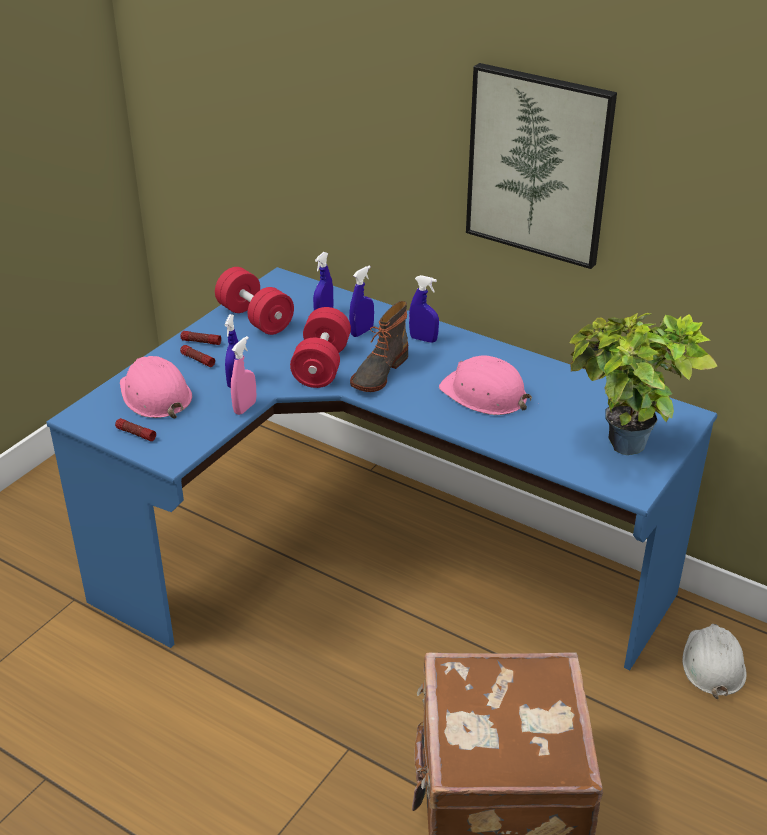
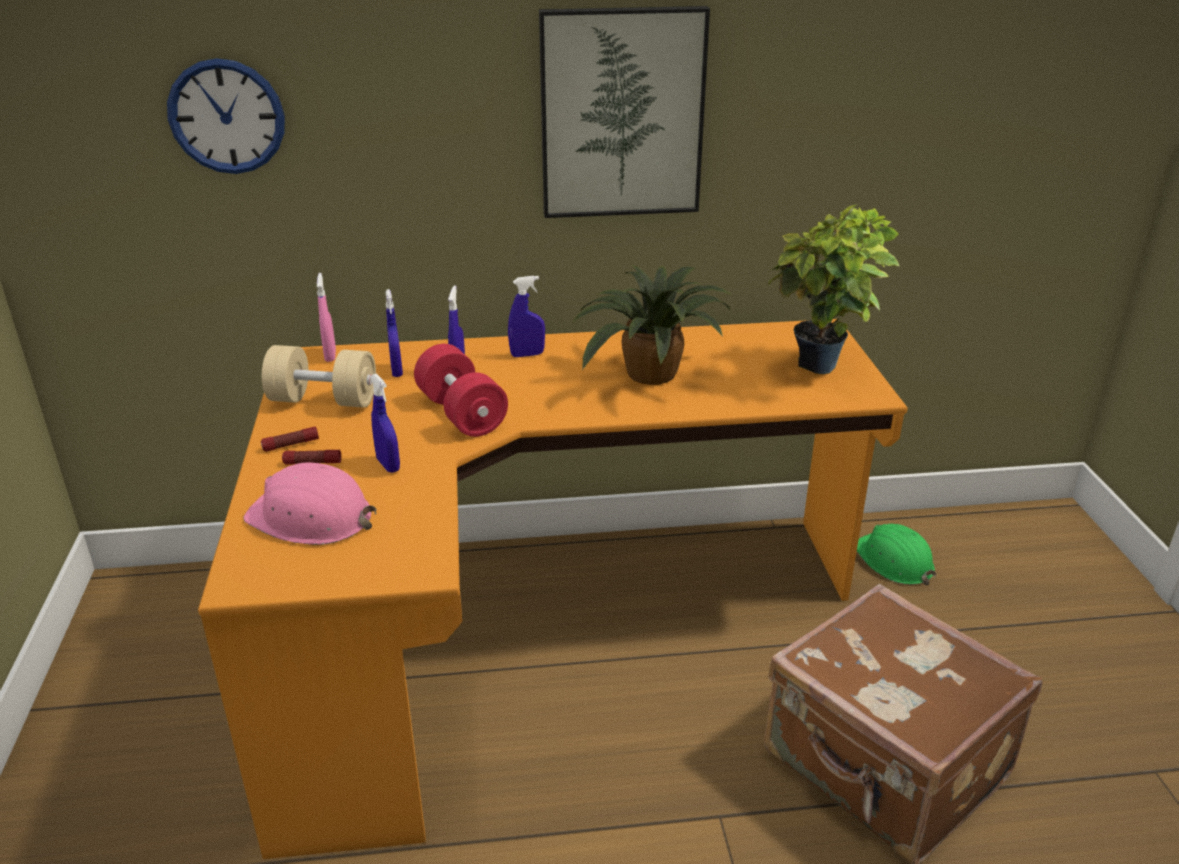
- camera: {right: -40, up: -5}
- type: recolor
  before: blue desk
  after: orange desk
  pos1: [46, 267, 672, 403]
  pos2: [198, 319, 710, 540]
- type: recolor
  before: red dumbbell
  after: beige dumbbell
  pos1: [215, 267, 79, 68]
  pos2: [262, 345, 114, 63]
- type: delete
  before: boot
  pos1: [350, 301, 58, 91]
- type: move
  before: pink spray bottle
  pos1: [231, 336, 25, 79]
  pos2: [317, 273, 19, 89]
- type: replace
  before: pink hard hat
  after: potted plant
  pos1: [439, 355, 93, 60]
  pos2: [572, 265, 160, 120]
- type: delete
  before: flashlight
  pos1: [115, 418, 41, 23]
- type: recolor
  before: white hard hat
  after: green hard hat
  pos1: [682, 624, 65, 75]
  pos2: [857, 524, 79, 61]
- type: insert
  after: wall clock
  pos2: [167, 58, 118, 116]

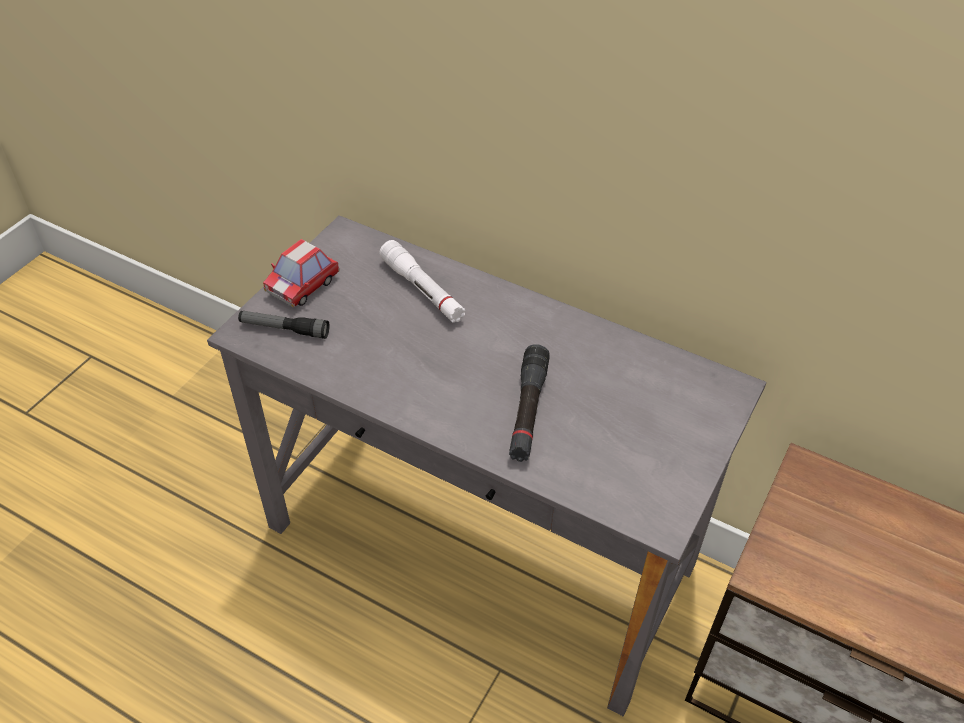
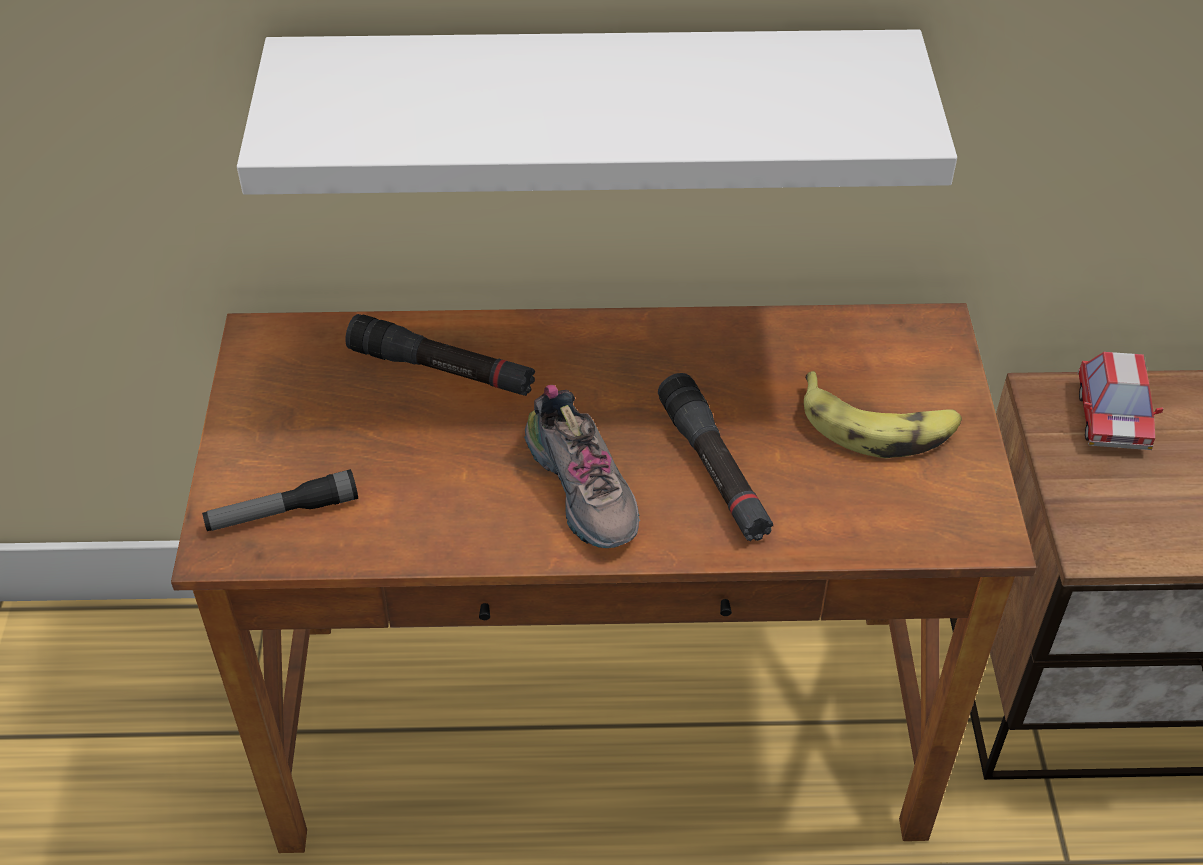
- camera: {right: -30, up: 0}
- type: recolor
  before: grey desk
  after: brown desk
  pos1: [207, 215, 560, 501]
  pos2: [171, 303, 866, 550]
- type: move
  before: toy car
  pos1: [263, 239, 77, 68]
  pos2: [1077, 352, 87, 98]
- type: recolor
  before: white flashlight
  after: black flashlight
  pos1: [379, 240, 86, 83]
  pos2: [345, 314, 190, 82]
- type: insert
  after: white shelf
  pos2: [237, 29, 720, 166]
- type: insert
  after: banana
  pos2: [804, 371, 158, 87]
- type: insert
  after: shoe
  pos2: [524, 385, 116, 163]

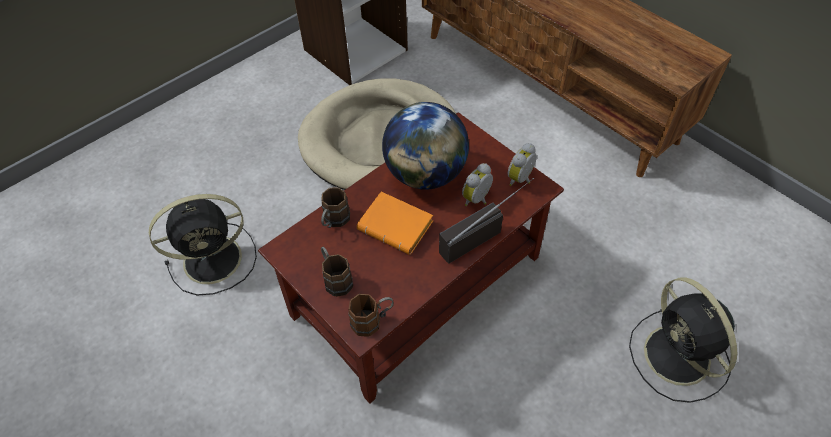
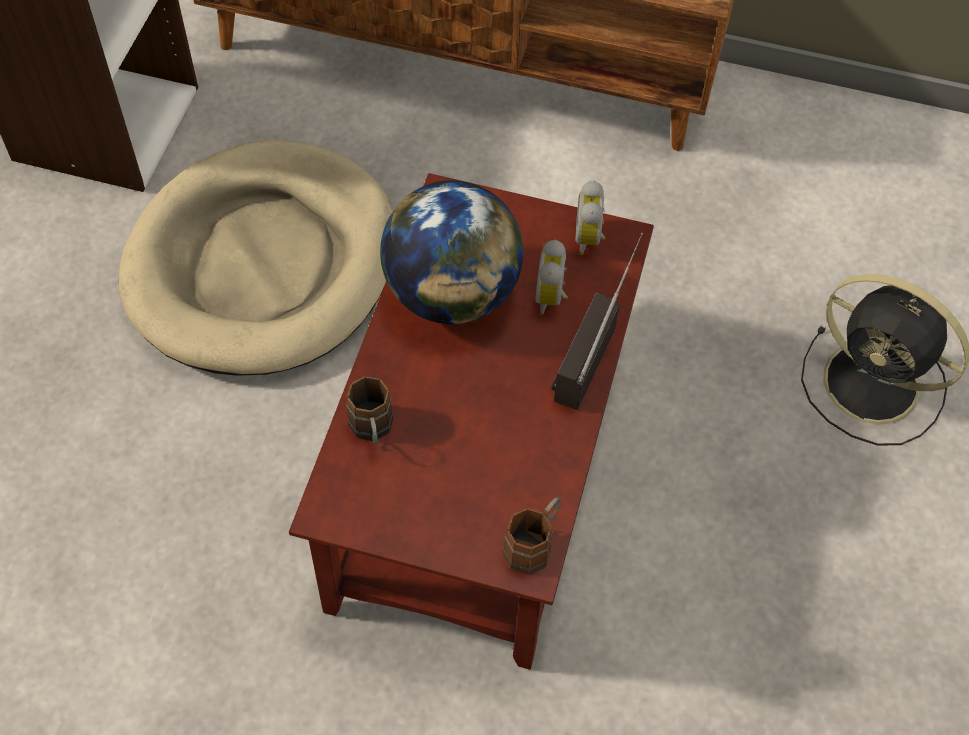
- camera: {right: -35, up: 5}
- type: delete
  before: orange book
  pos1: [357, 192, 76, 63]
- type: delete
  before: black fan
  pos1: [149, 194, 108, 102]
- type: delete
  before: brown mug
  pos1: [321, 246, 32, 51]

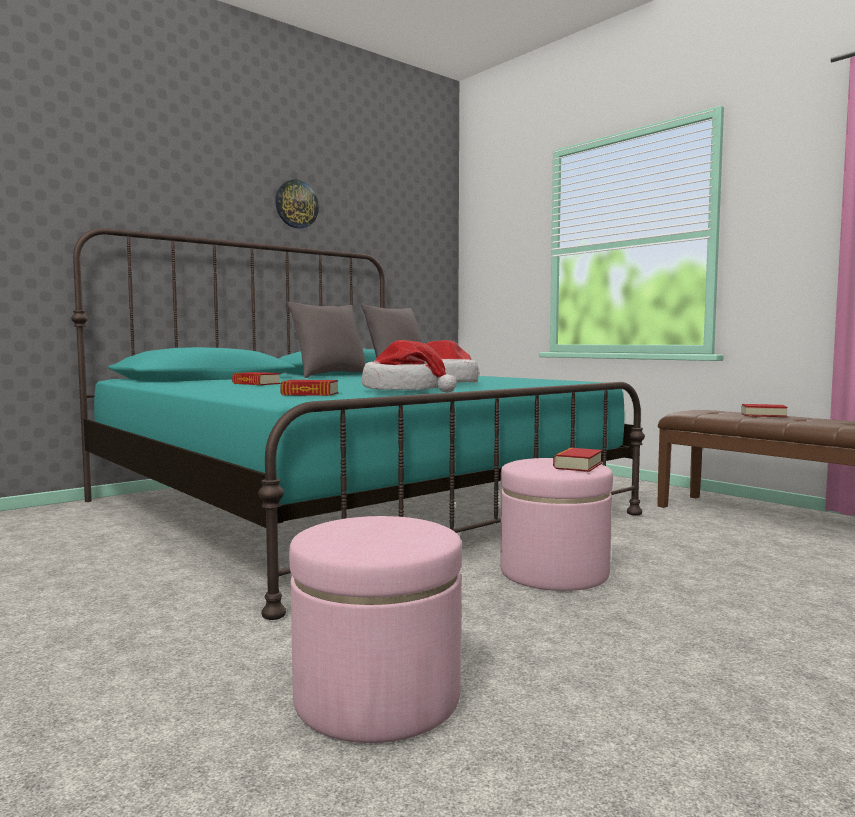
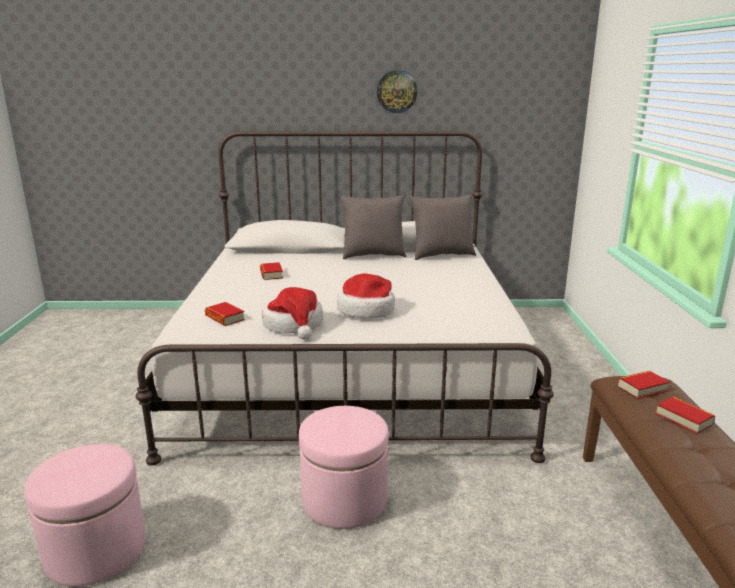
- camera: {right: 40, up: 15}
- type: recolor
  before: turquoise bed
  after: white bed
  pos1: [71, 228, 574, 392]
  pos2: [136, 131, 418, 334]
- type: move
  before: book
  pos1: [553, 448, 50, 24]
  pos2: [617, 371, 53, 28]

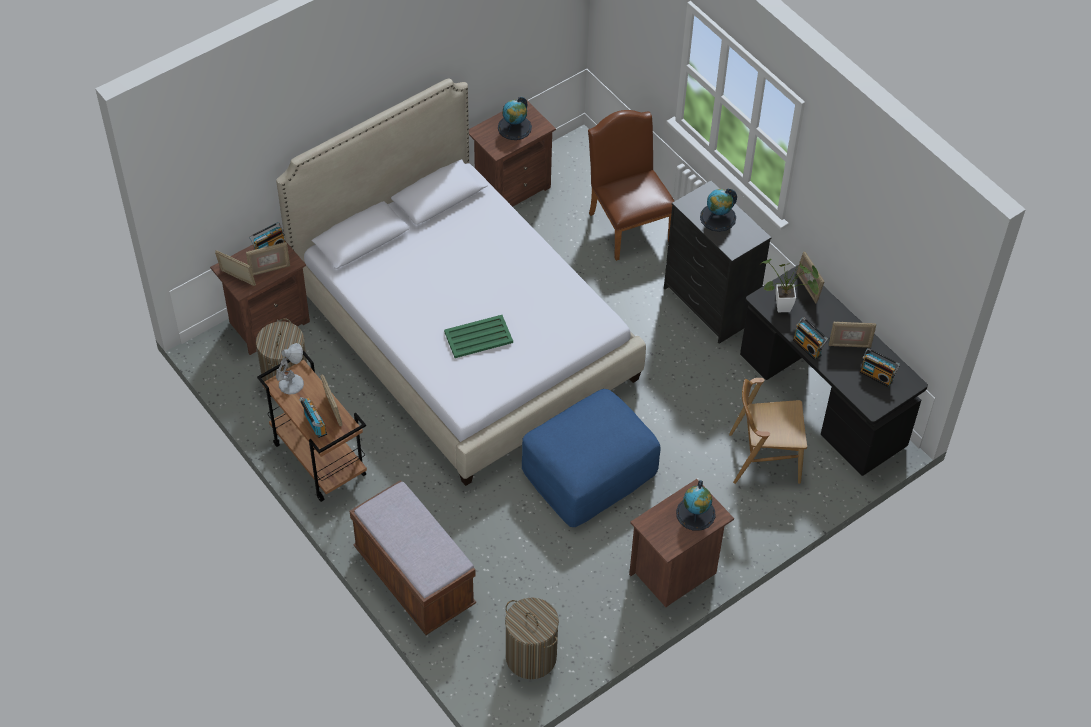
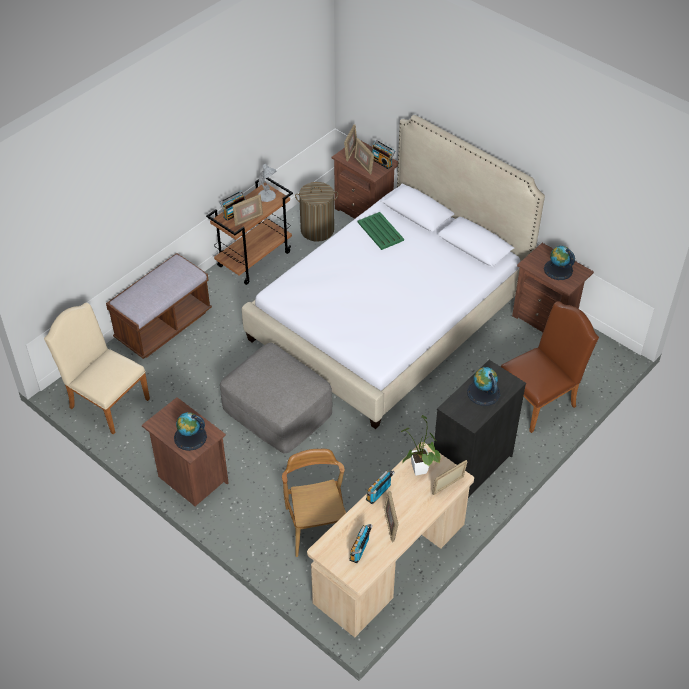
- camera: {right: 80, up: -5}
- type: recolor
  before: black desk
  after: beige desk
  pos1: [740, 265, 188, 211]
  pos2: [307, 442, 167, 196]
- type: move
  before: green tray
  pos1: [444, 315, 69, 43]
  pos2: [358, 212, 46, 38]
- type: recolor
  before: blue ottoman
  after: grey ottoman
  pos1: [522, 389, 138, 138]
  pos2: [220, 343, 112, 110]
- type: replace
  before: laundry basket
  after: beige chair
  pos1: [505, 597, 54, 82]
  pos2: [44, 303, 106, 132]

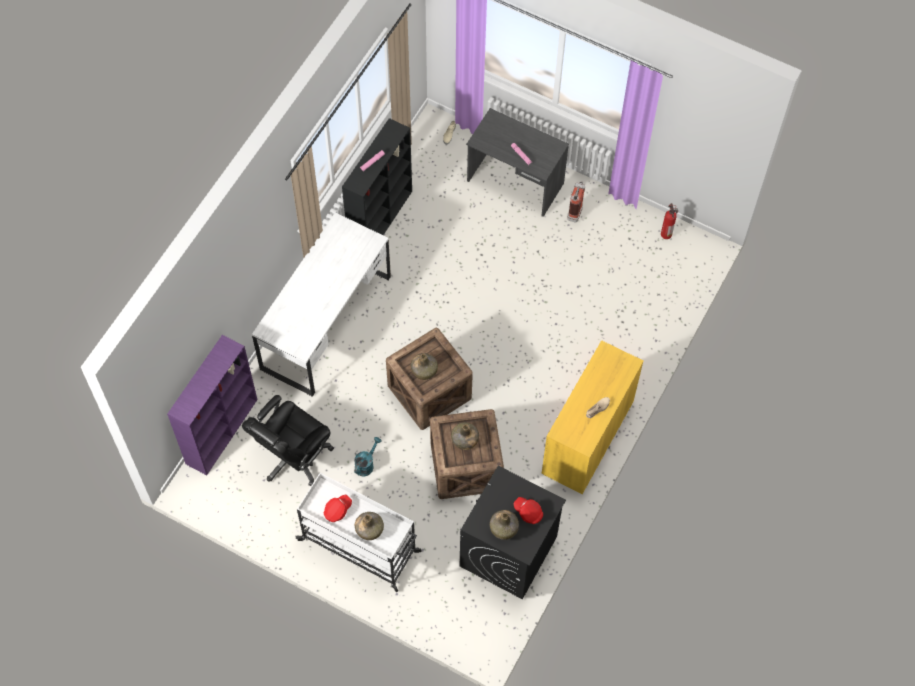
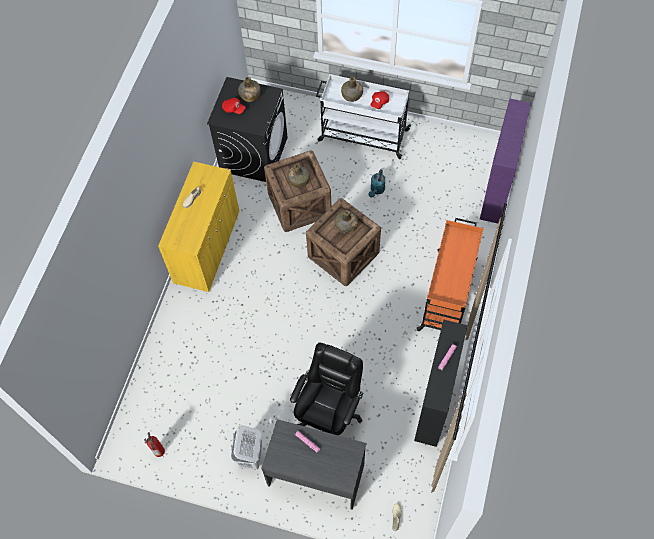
- camera: {right: 170, up: 0}
- type: replace
  before: fire extinguisher
  after: white laundry basket
  pos1: [567, 181, 18, 41]
  pos2: [230, 425, 32, 45]
- type: replace
  before: white desk
  after: orange cart
  pos1: [252, 212, 139, 185]
  pos2: [416, 218, 68, 113]
- type: move
  before: black office chair
  pos1: [242, 395, 92, 91]
  pos2: [290, 342, 73, 93]

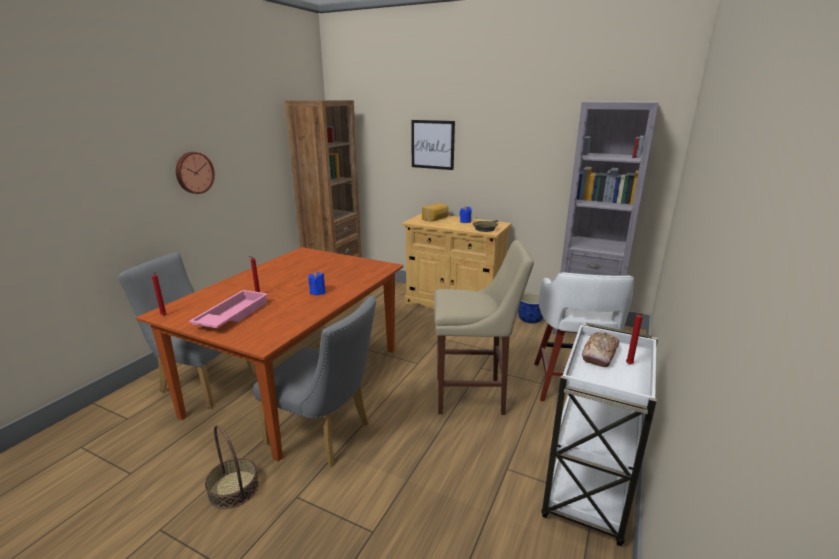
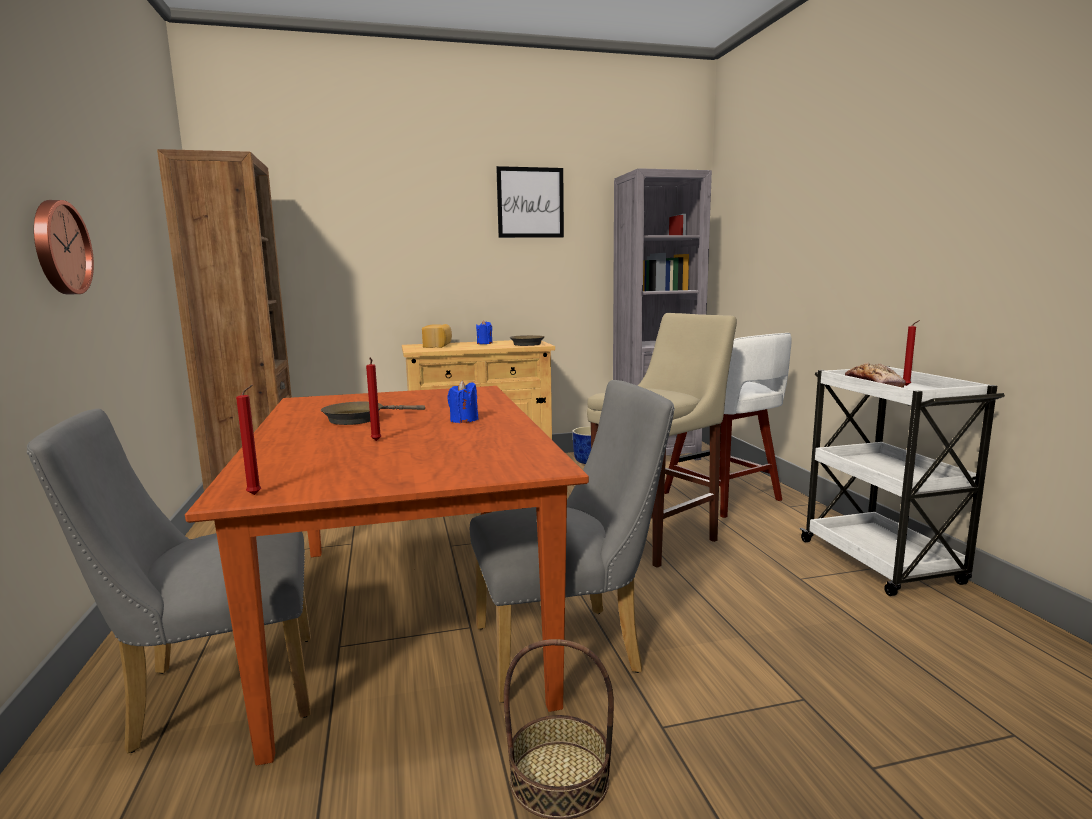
- camera: {right: -40, up: -10}
- type: move
  before: picture
  pos1: [411, 120, 44, 50]
  pos2: [496, 166, 68, 72]
- type: delete
  before: pink tray
  pos1: [189, 290, 79, 38]
- type: insert
  after: brown frying pan
  pos2: [321, 402, 104, 23]

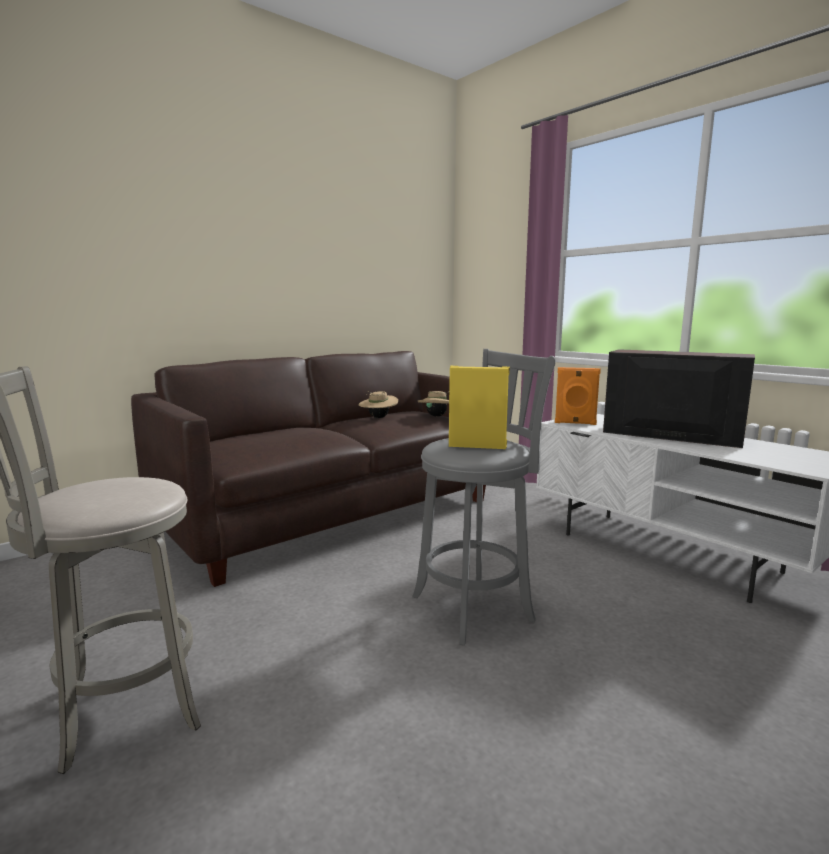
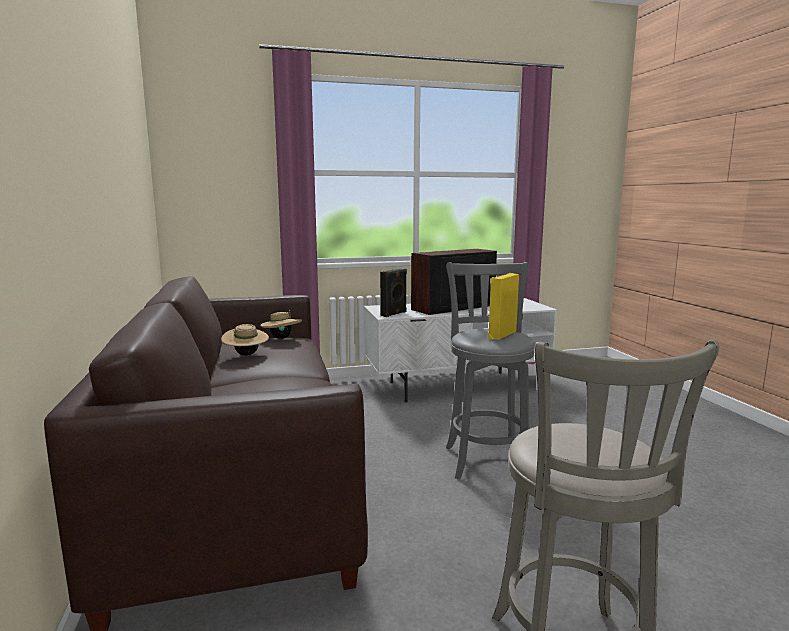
- camera: {right: -65, up: 0}
- type: recolor
  before: orange speaker
  after: black speaker
  pos1: [555, 367, 46, 58]
  pos2: [380, 269, 27, 48]

